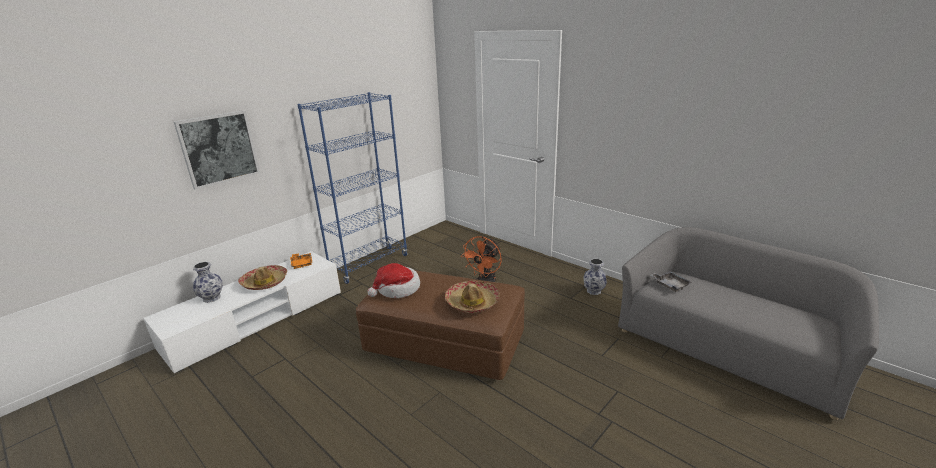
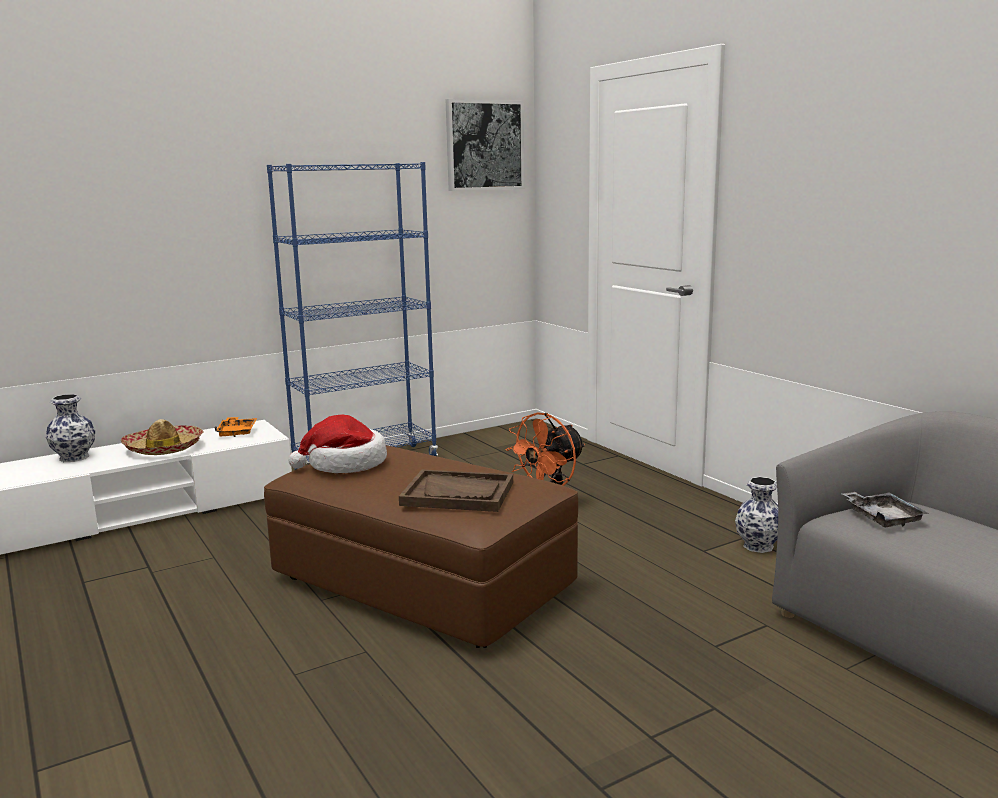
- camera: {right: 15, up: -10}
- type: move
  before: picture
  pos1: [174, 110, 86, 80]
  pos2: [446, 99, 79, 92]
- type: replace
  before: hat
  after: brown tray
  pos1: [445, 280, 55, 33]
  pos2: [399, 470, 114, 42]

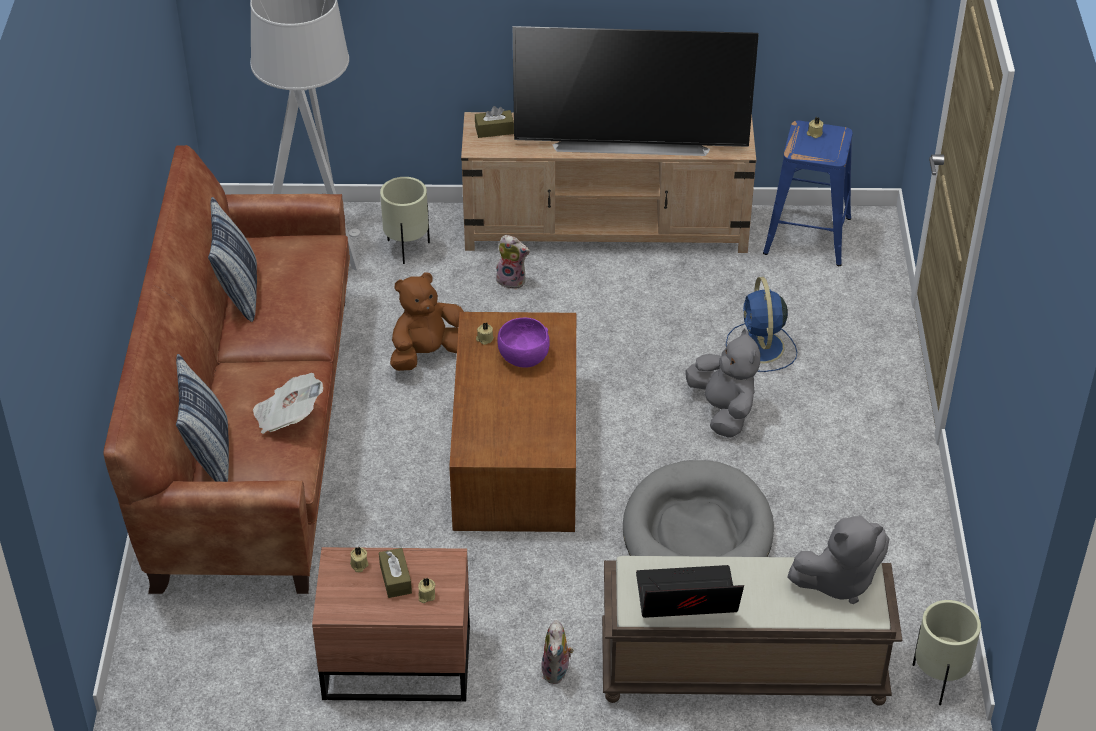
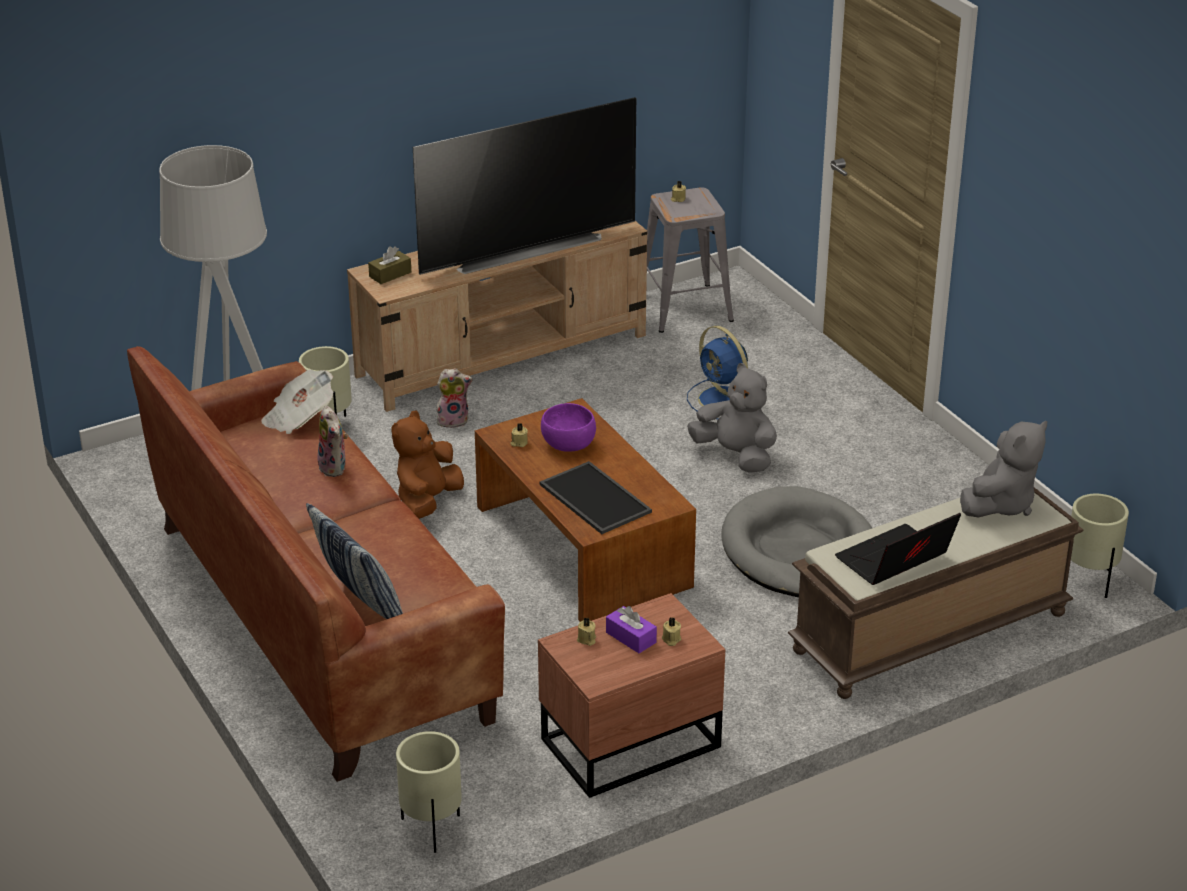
- camera: {right: -30, up: -10}
- type: recolor
  before: blue stool
  after: grey stool
  pos1: [763, 121, 90, 145]
  pos2: [647, 187, 87, 146]
- type: delete
  before: pillow
  pos1: [208, 197, 49, 125]
- type: move
  before: newspaper
  pos1: [253, 373, 70, 61]
  pos2: [261, 370, 73, 64]
- type: recolor
  before: brown tissue box
  after: purple tissue box
  pos1: [379, 548, 33, 50]
  pos2: [606, 606, 51, 47]
- type: move
  before: plush toy
  pos1: [541, 620, 33, 64]
  pos2: [317, 406, 31, 71]
- type: insert
  after: tray
  pos2: [540, 461, 112, 73]
- type: insert
  after: beige planter
  pos2: [396, 731, 66, 122]

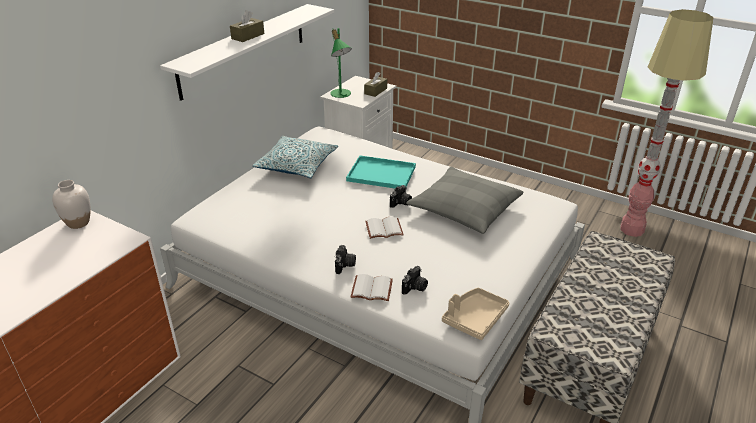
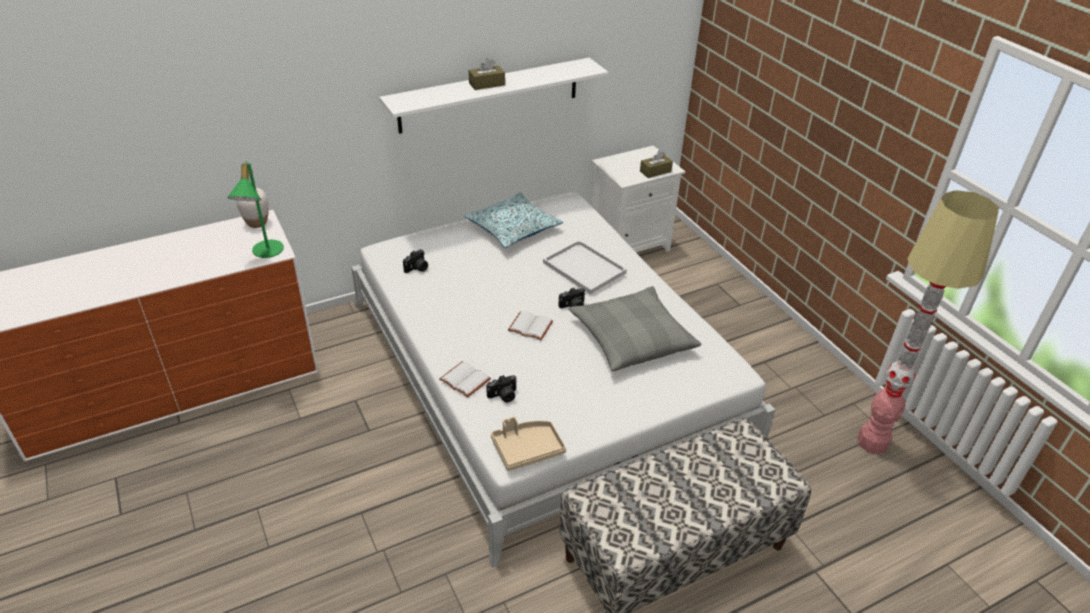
- camera: {right: 30, up: 5}
- type: move
  before: green table lamp
  pos1: [330, 28, 22, 70]
  pos2: [227, 161, 57, 97]
- type: recolor
  before: turquoise tray
  after: white tray
  pos1: [346, 155, 70, 34]
  pos2: [543, 240, 84, 54]
- type: move
  before: photo camera
  pos1: [334, 245, 22, 29]
  pos2: [403, 249, 25, 24]

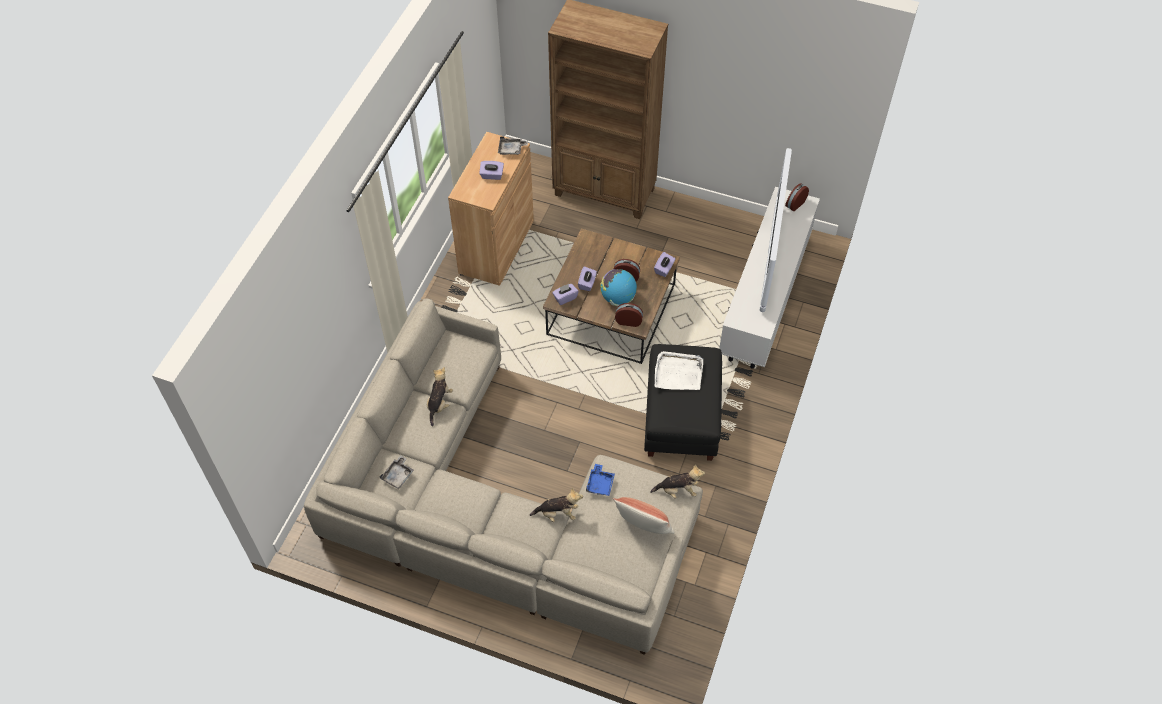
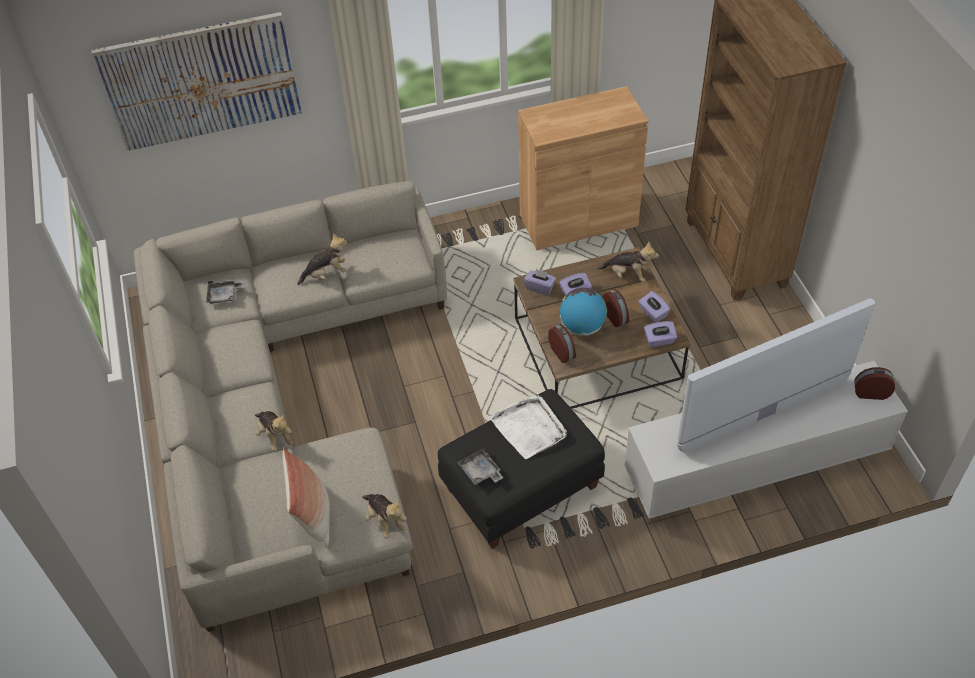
- camera: {right: 55, up: -5}
- type: move
  before: grey tray
  pos1: [498, 136, 30, 19]
  pos2: [457, 447, 46, 38]
- type: move
  before: purple tissue box
  pos1: [479, 161, 25, 19]
  pos2: [638, 291, 33, 32]
- type: delete
  before: blue tray
  pos1: [586, 464, 29, 32]
- type: insert
  after: picture
  pos2: [92, 12, 210, 139]
- type: insert
  after: plush toy
  pos2: [598, 242, 61, 40]

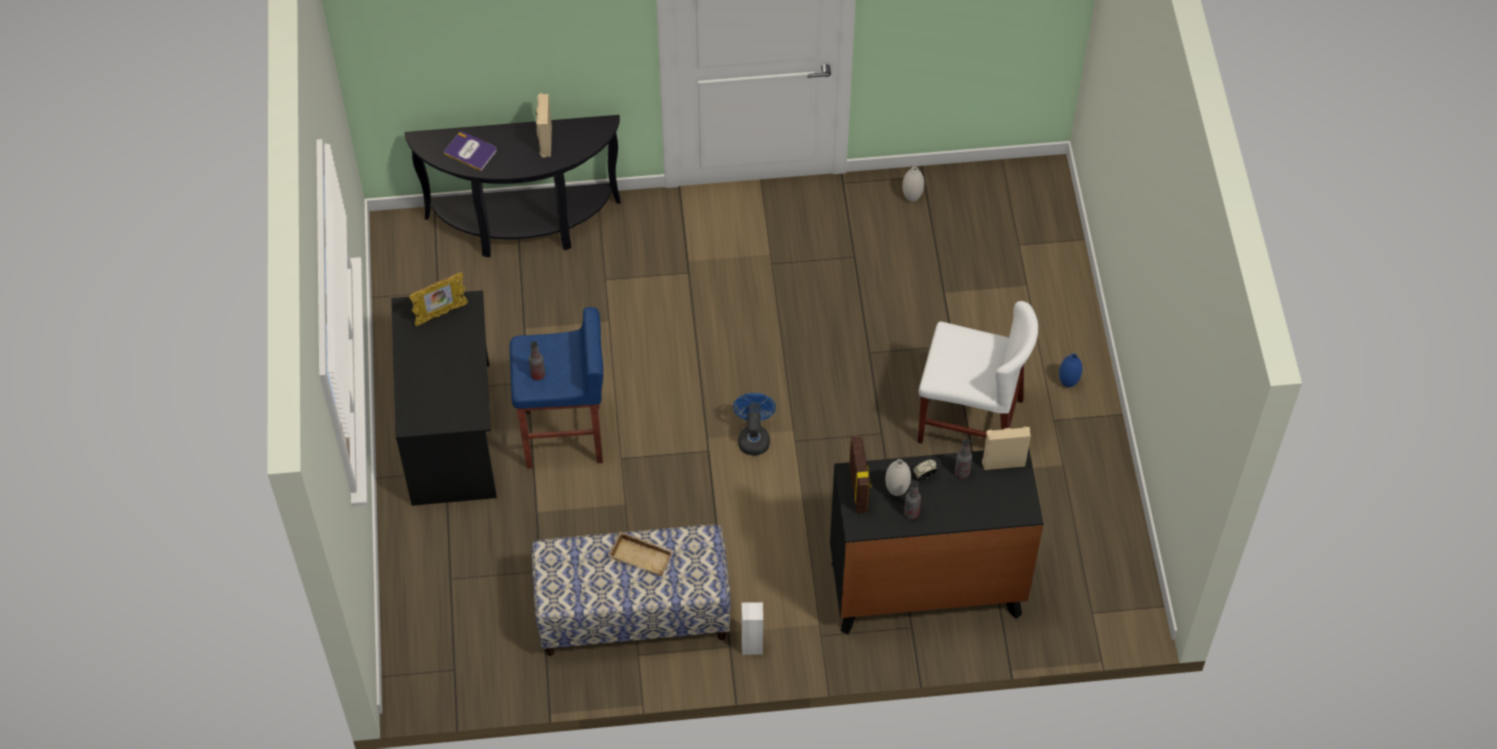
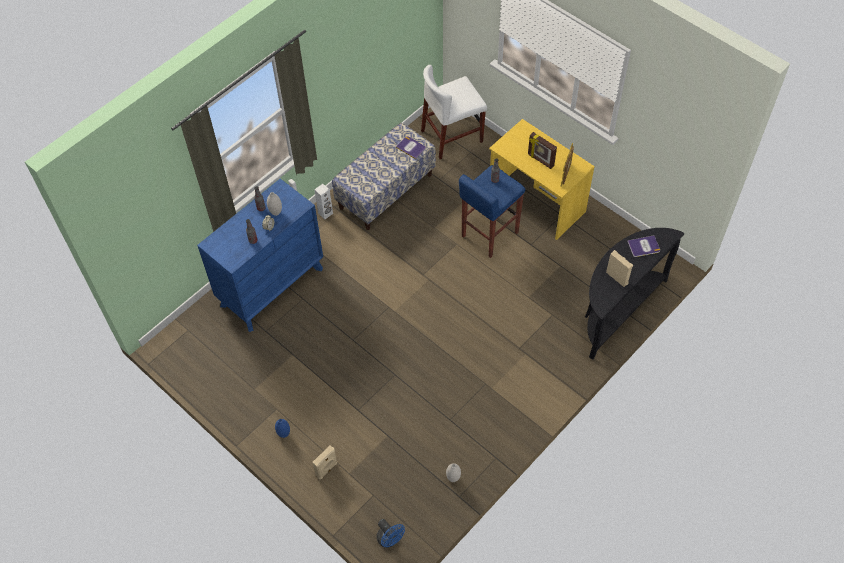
- camera: {right: 140, up: 0}
- type: recolor
  before: black desk
  after: yellow desk
  pos1: [391, 290, 106, 216]
  pos2: [489, 119, 106, 121]
- type: move
  before: white chair
  pos1: [918, 301, 120, 143]
  pos2: [421, 65, 66, 94]
- type: move
  before: blue fan
  pos1: [733, 393, 43, 62]
  pos2: [376, 519, 29, 29]
- type: move
  before: beige speaker
  pos1: [982, 427, 49, 43]
  pos2: [312, 445, 25, 34]
- type: move
  before: picture frame
  pos1: [849, 436, 22, 78]
  pos2: [528, 132, 29, 37]
- type: recolor
  before: black dresser
  after: blue dresser
  pos1: [830, 448, 214, 186]
  pos2: [197, 179, 126, 153]
- type: delete
  before: beige tray
  pos1: [609, 531, 65, 45]
- type: insert
  after: book
  pos2: [396, 136, 30, 23]

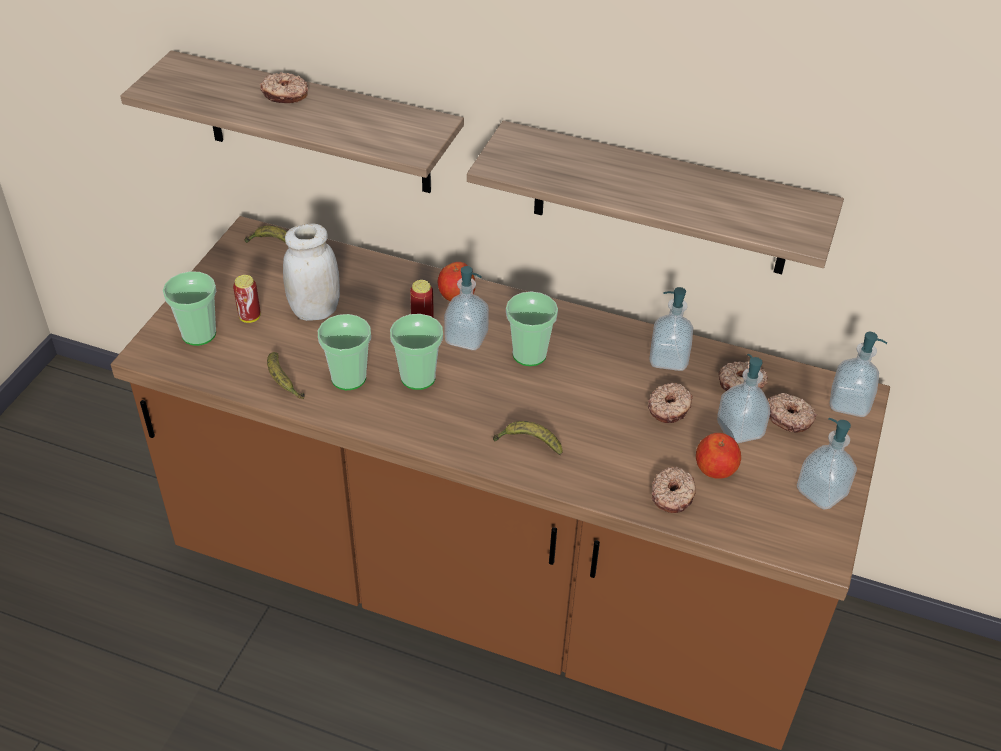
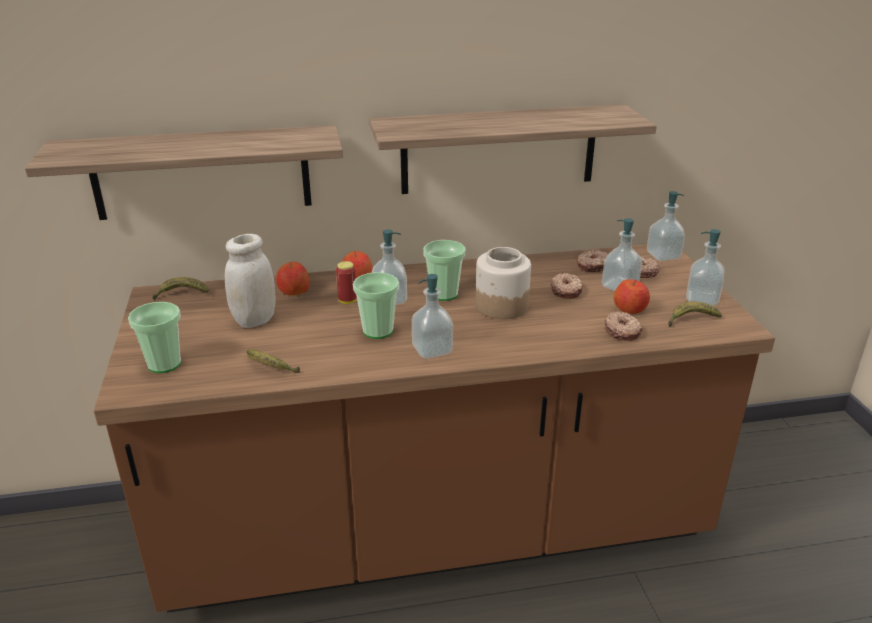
- camera: {right: -30, up: -15}
- type: delete
  before: donut
  pos1: [260, 72, 48, 31]
- type: delete
  before: can
  pos1: [233, 275, 28, 48]
- type: move
  before: soap dispenser
  pos1: [649, 287, 44, 84]
  pos2: [412, 274, 41, 85]
- type: delete
  before: cup
  pos1: [318, 314, 53, 76]
- type: move
  before: banana
  pos1: [493, 421, 69, 34]
  pos2: [668, 302, 54, 25]
- type: insert
  after: jar
  pos2: [475, 247, 56, 72]
- type: insert
  after: apple
  pos2: [276, 262, 34, 34]

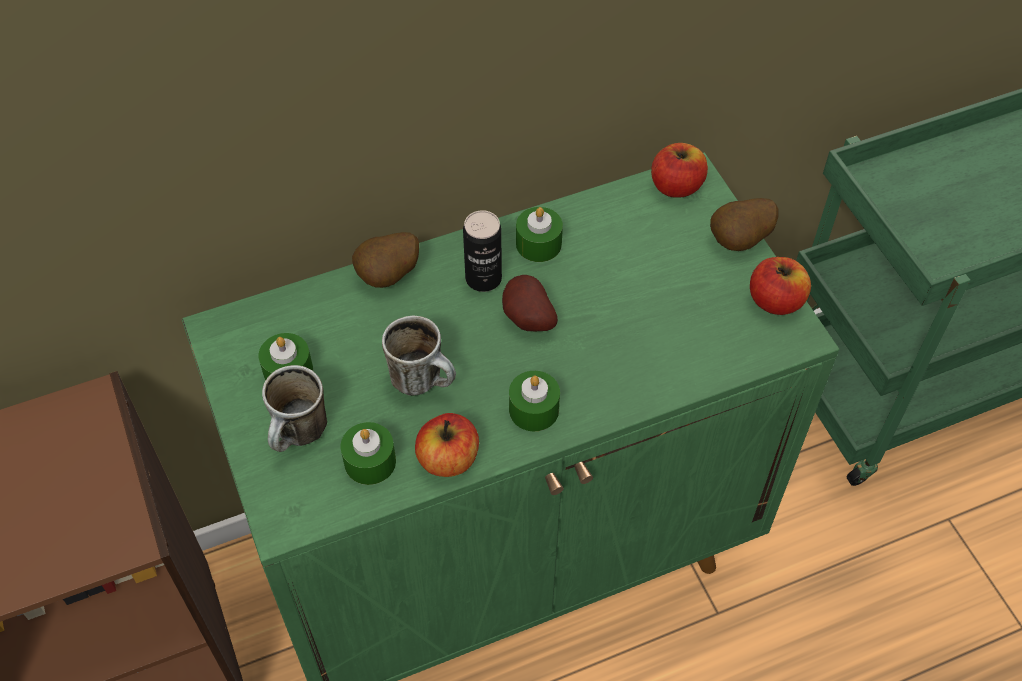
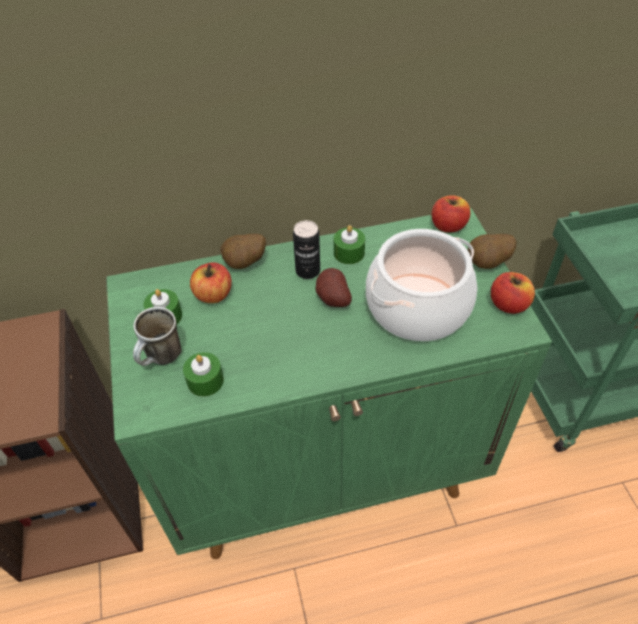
- camera: {right: 10, up: -5}
- type: delete
  before: mug
  pos1: [382, 316, 74, 80]
- type: delete
  before: green candle
  pos1: [509, 371, 51, 60]
- type: move
  before: apple
  pos1: [415, 413, 64, 64]
  pos2: [190, 262, 42, 41]
- type: insert
  after: cooking pot
  pos2: [366, 229, 111, 112]

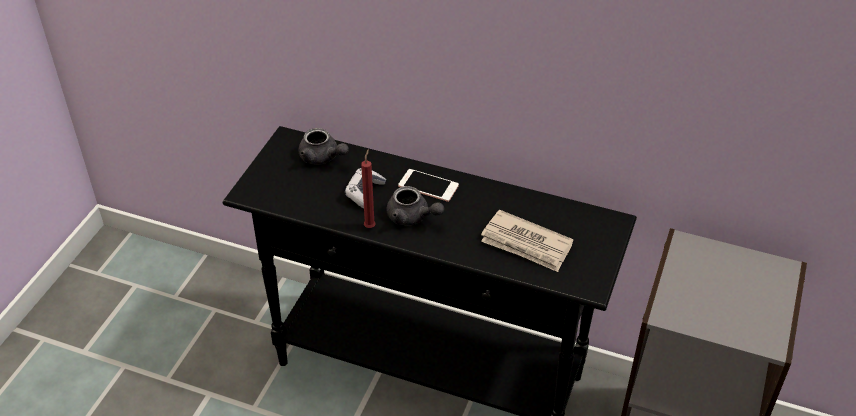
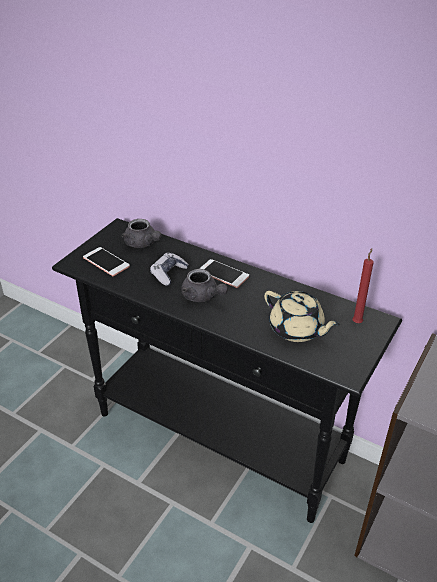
- camera: {right: 10, up: -5}
- type: move
  before: red candle
  pos1: [361, 149, 15, 79]
  pos2: [353, 249, 21, 74]
- type: replace
  before: newspaper
  after: beige teapot
  pos1: [481, 210, 92, 62]
  pos2: [264, 291, 76, 51]
- type: insert
  after: phone
  pos2: [83, 247, 47, 29]

